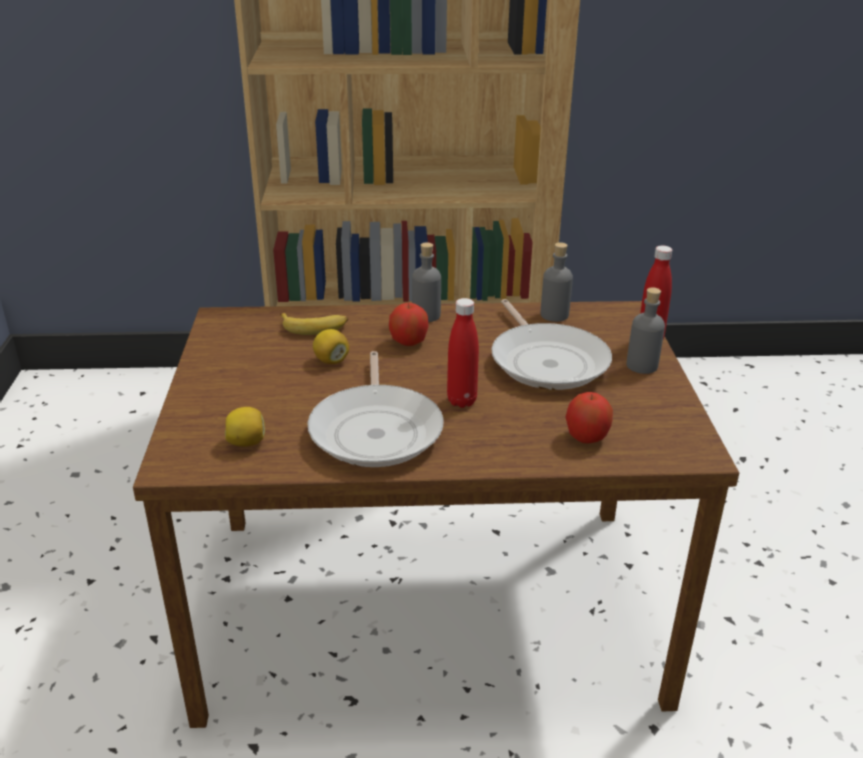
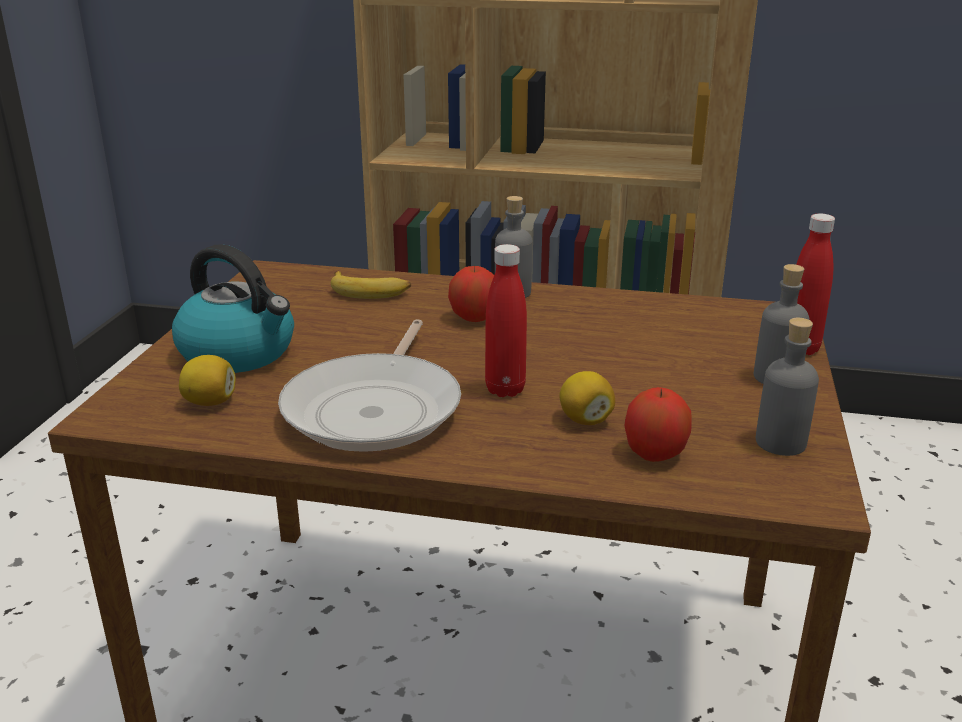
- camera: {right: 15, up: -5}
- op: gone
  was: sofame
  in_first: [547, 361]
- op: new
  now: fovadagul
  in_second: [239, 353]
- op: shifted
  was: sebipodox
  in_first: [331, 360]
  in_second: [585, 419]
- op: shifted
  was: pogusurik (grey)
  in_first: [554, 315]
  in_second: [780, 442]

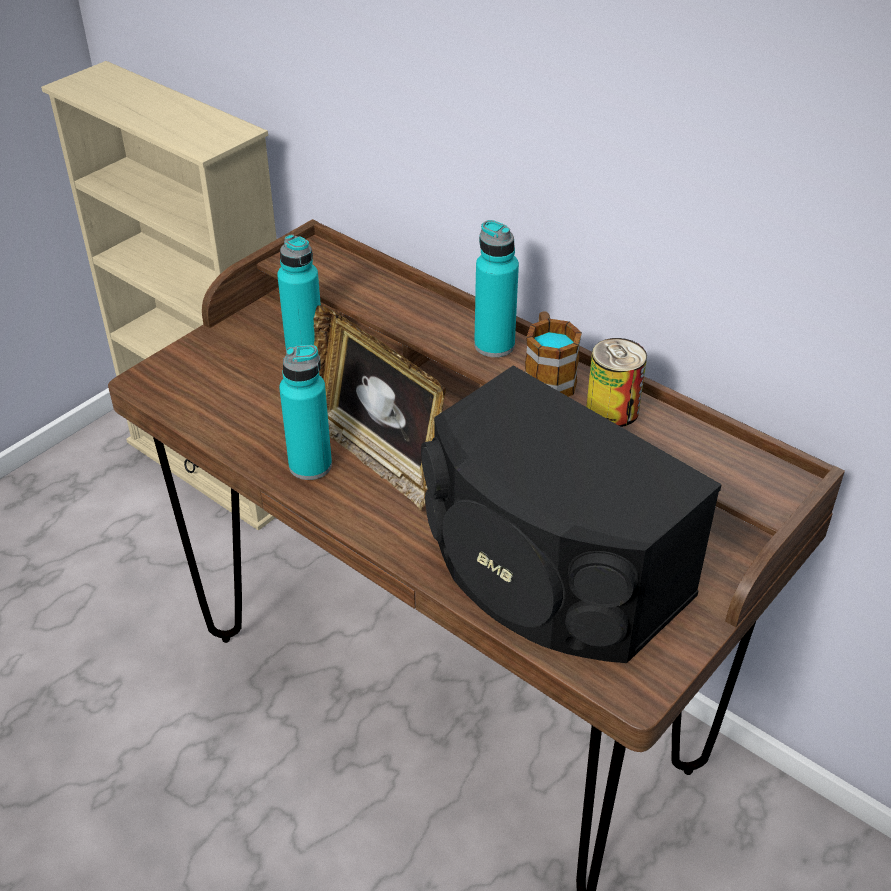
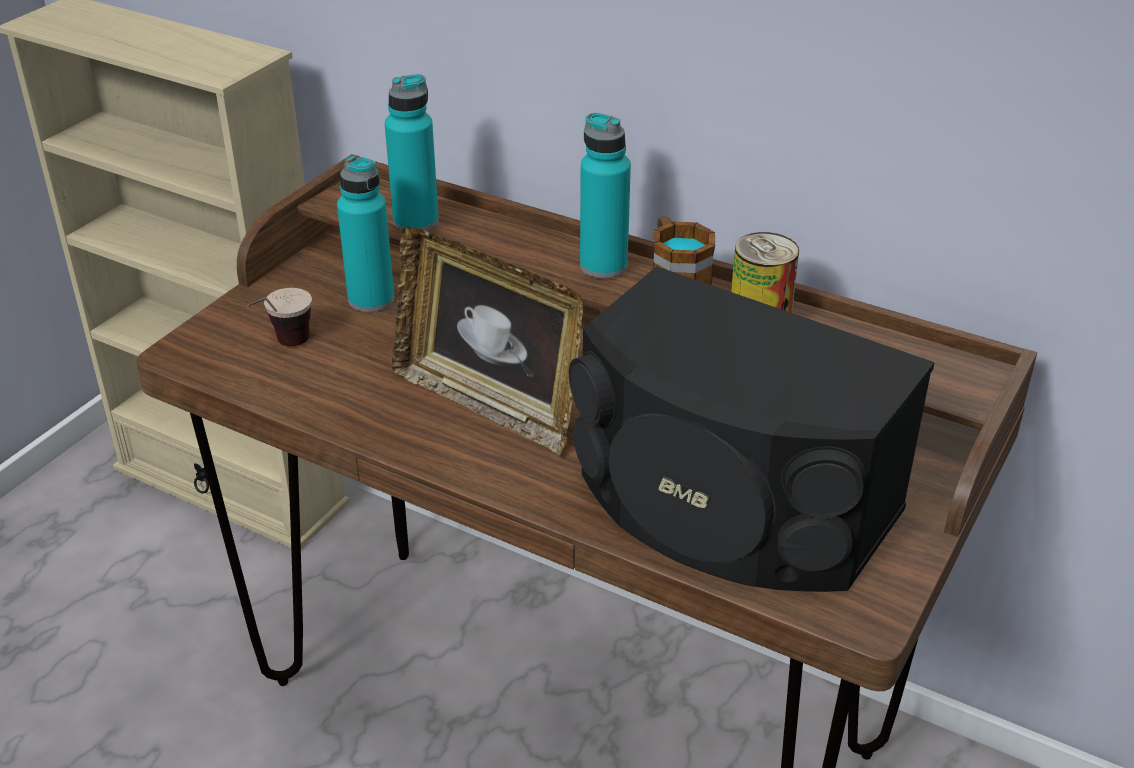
- camera: {right: -10, up: -5}
- op: new
  now: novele
  in_second: [282, 348]
- op: shifted
  was: pogusurik (turquoise)
  in_first: [310, 465]
  in_second: [416, 221]

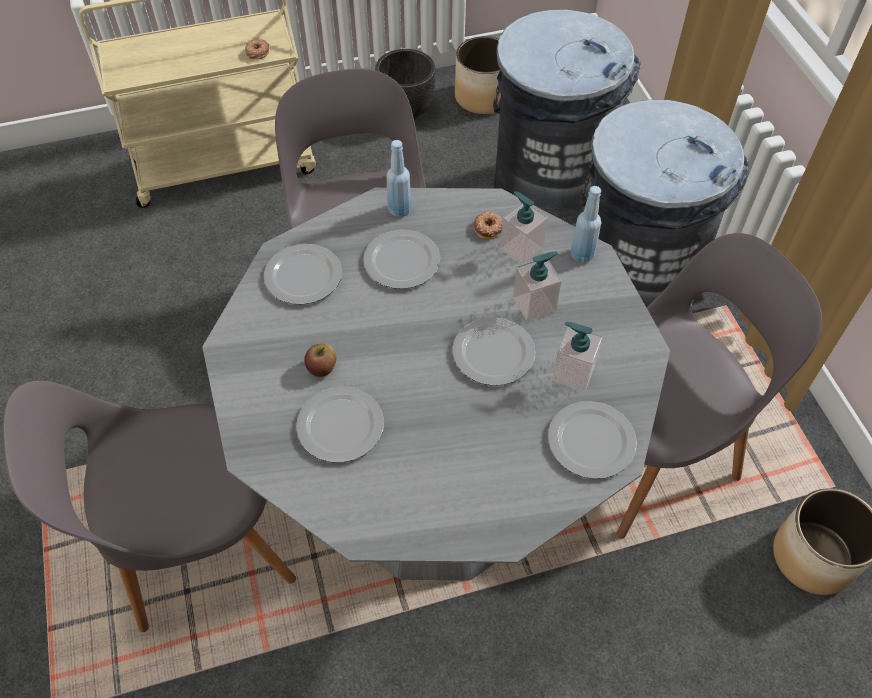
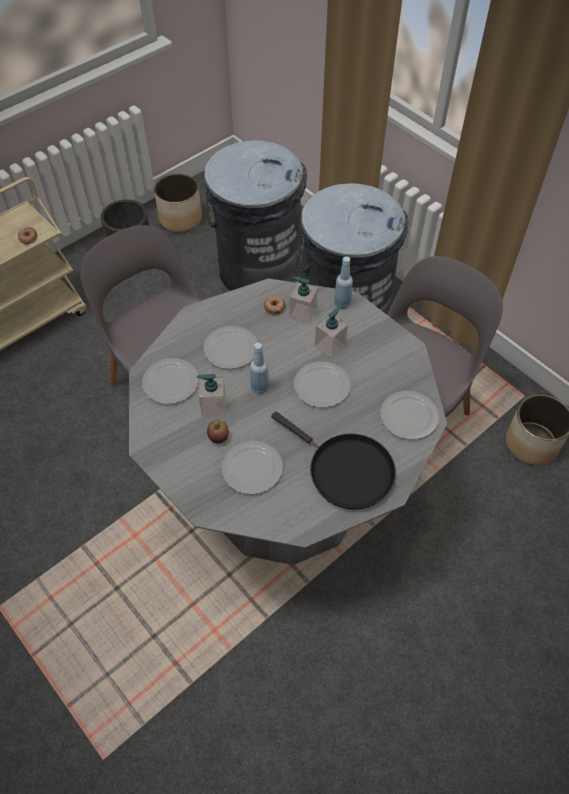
- camera: {right: -25, up: 0}
- op: gone
  was: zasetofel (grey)
  in_first: [195, 542]
- op: new
  now: sofame (black)
  in_second: [346, 471]
- op: shifted
  was: pogusurik (blue)
  in_first: [399, 209]
  in_second: [259, 387]
- op: shifted
  was: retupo
  in_first: [573, 373]
  in_second: [213, 407]

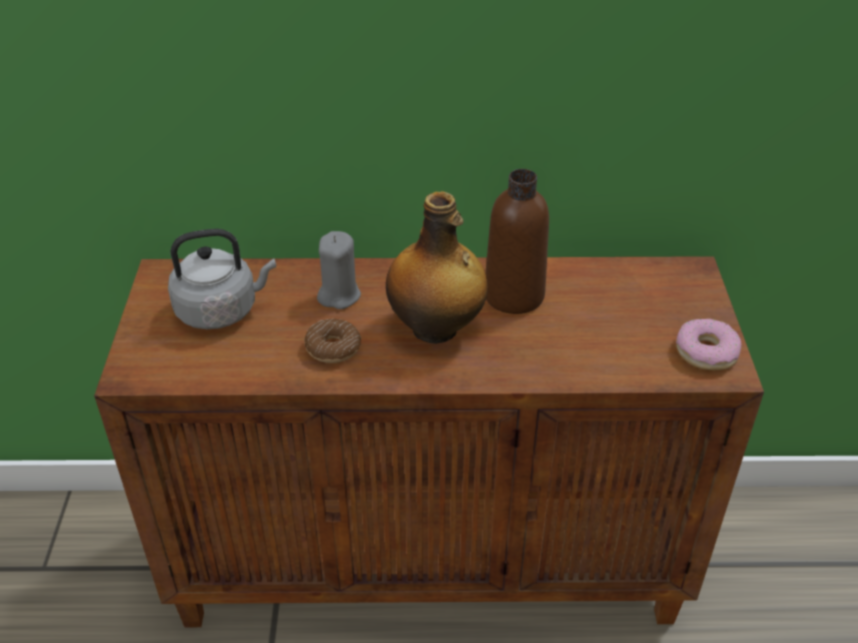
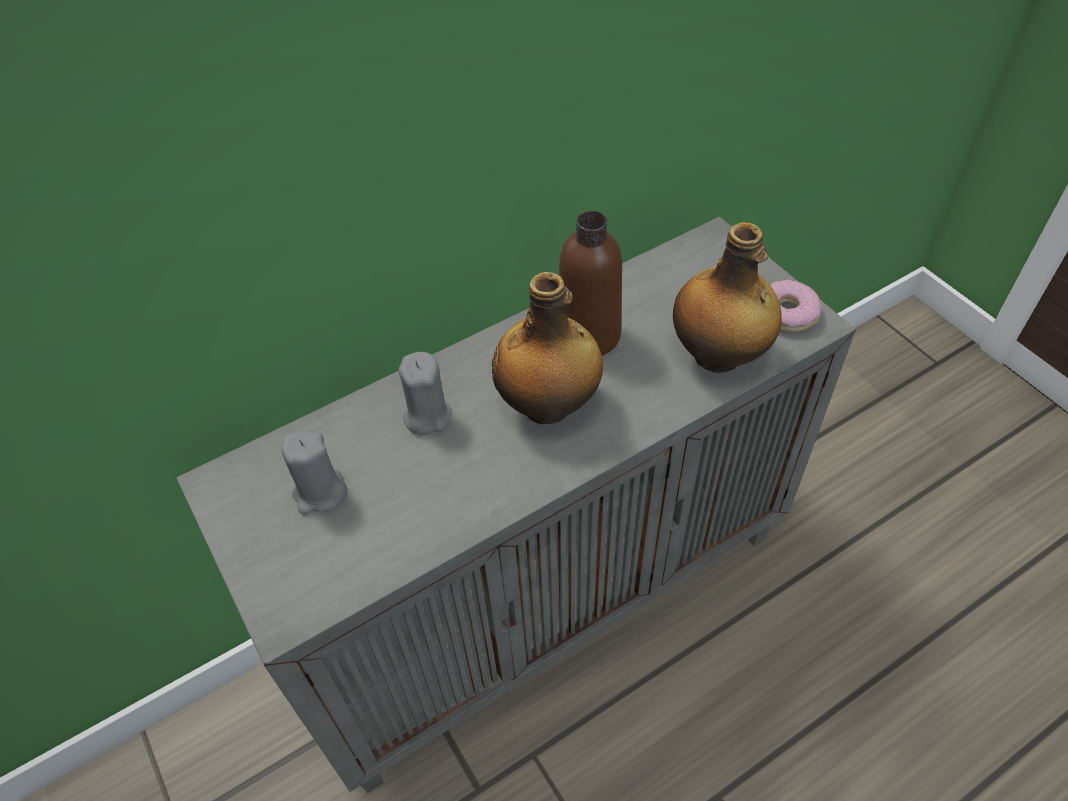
- camera: {right: -30, up: 10}
- op: gone
  was: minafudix
  in_first: [333, 348]
- op: new
  now: pogusurik
  in_second: [718, 356]
- op: swapped
  was: fovadagul (grey)
  now: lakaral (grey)
  in_first: [221, 310]
  in_second: [320, 493]
- op: repainted
  was: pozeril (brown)
  now: pozeril (grey)
  in_first: [432, 560]
  in_second: [544, 595]

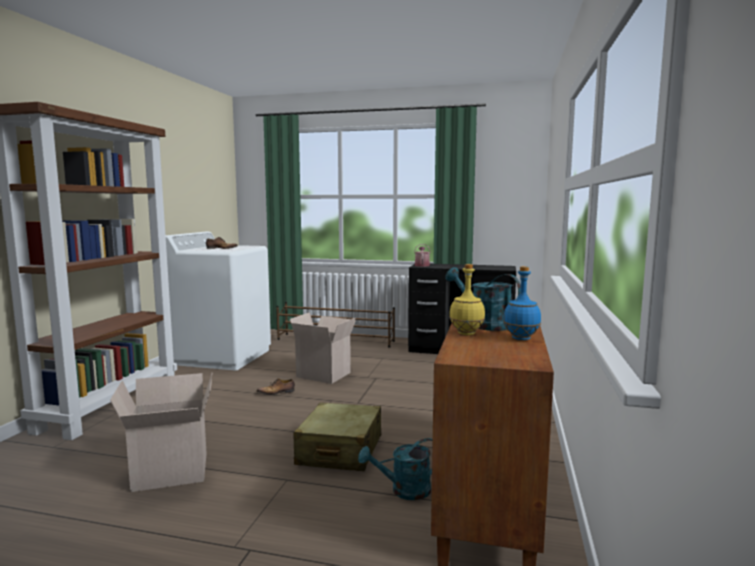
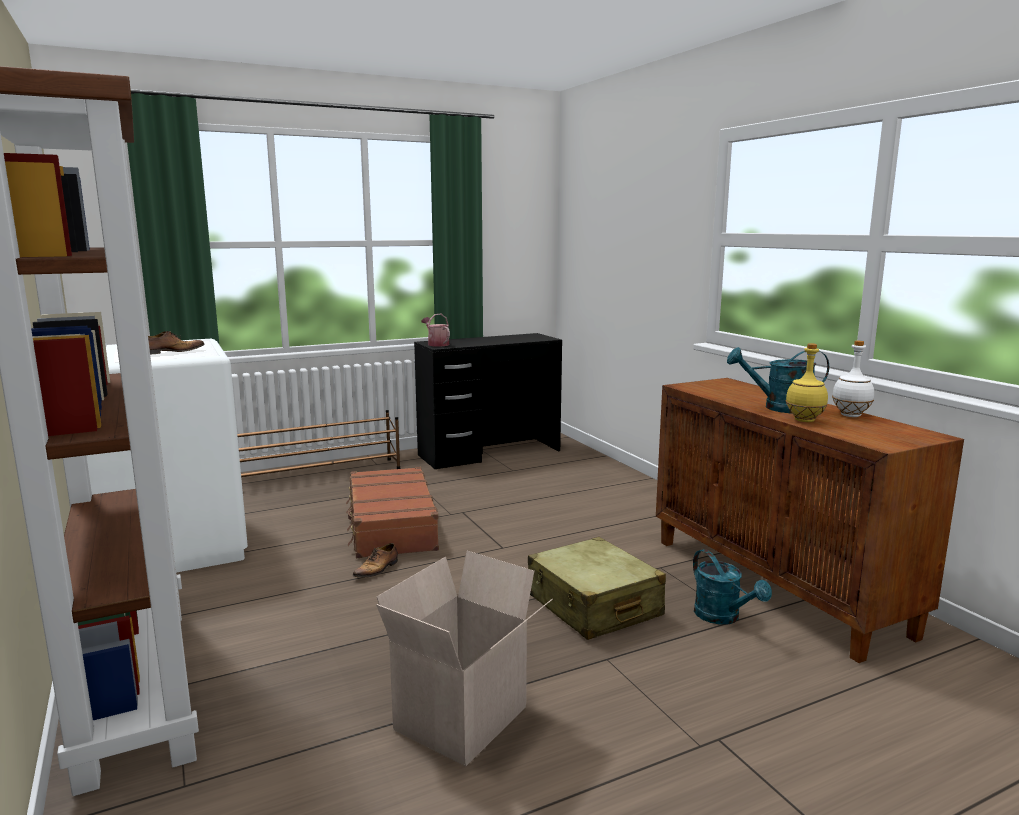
- camera: {right: -40, up: 5}
- op: swapped
  was: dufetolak
  now: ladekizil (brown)
  in_first: [325, 374]
  in_second: [391, 526]
- op: repainted
  was: pogusurik (blue)
  now: pogusurik (white)
  in_first: [521, 338]
  in_second: [850, 415]
- op: rotated
  was: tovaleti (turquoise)
  in_first: [404, 491]
  in_second: [723, 617]
  clockwise: -60

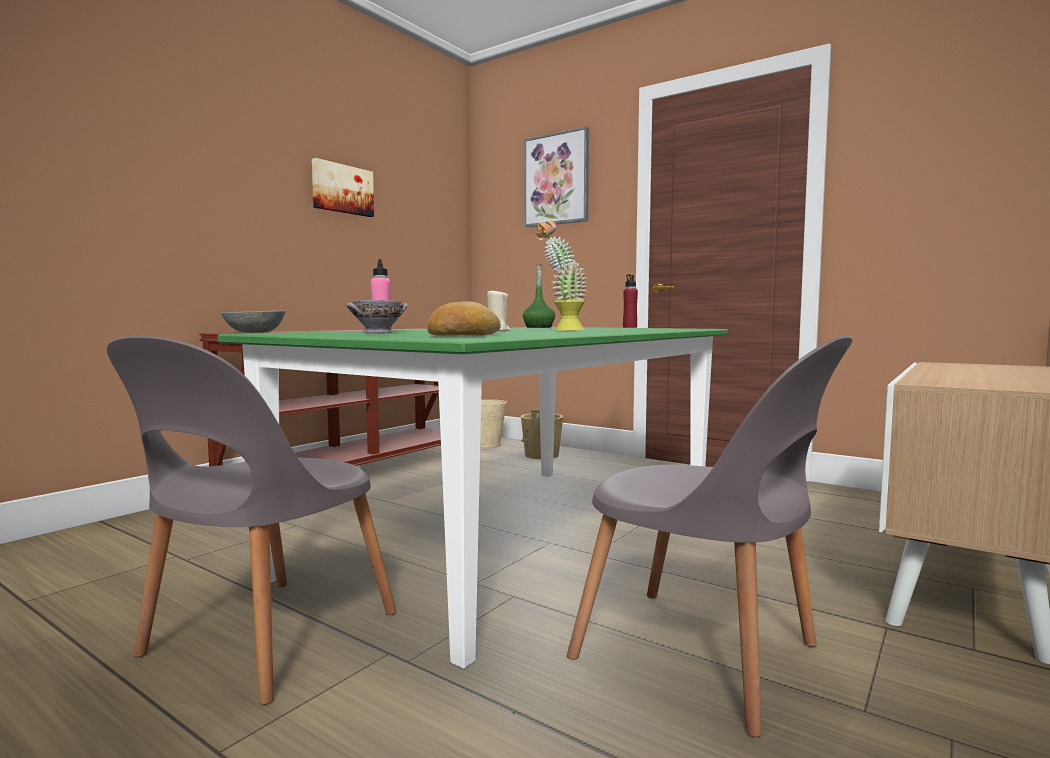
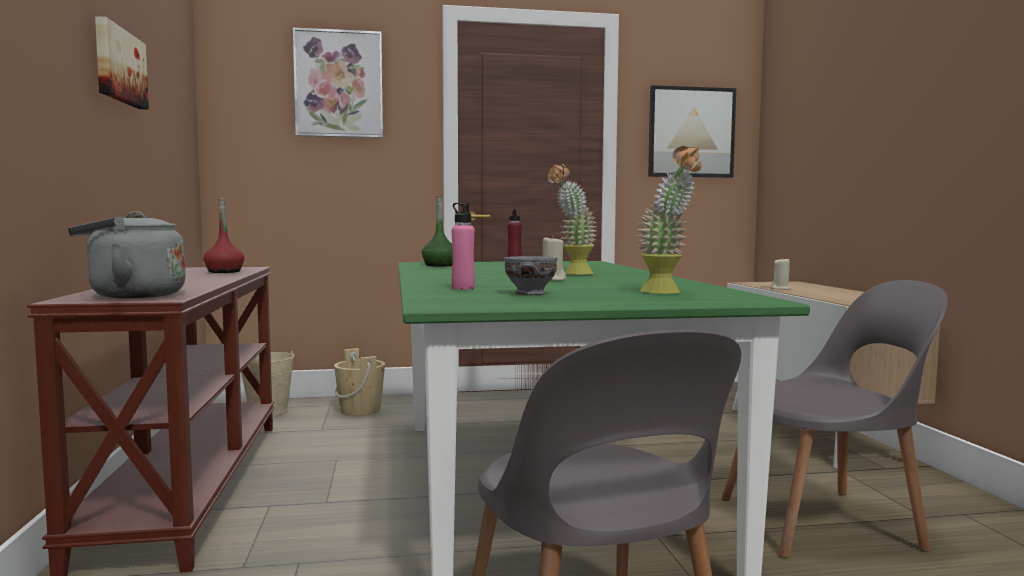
- camera: {right: -45, up: 0}
- op: new
  now: pogusurik (red)
  in_second: [224, 272]
- op: new
  now: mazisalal
  in_second: [691, 132]
- op: new
  now: lakaral (beige)
  in_second: [781, 289]
- op: swapped
  was: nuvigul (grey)
  now: fovadagul (grey)
  in_first: [255, 332]
  in_second: [131, 296]
- op: swapped
  was: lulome
  now: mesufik
  in_first: [463, 335]
  in_second: [668, 292]

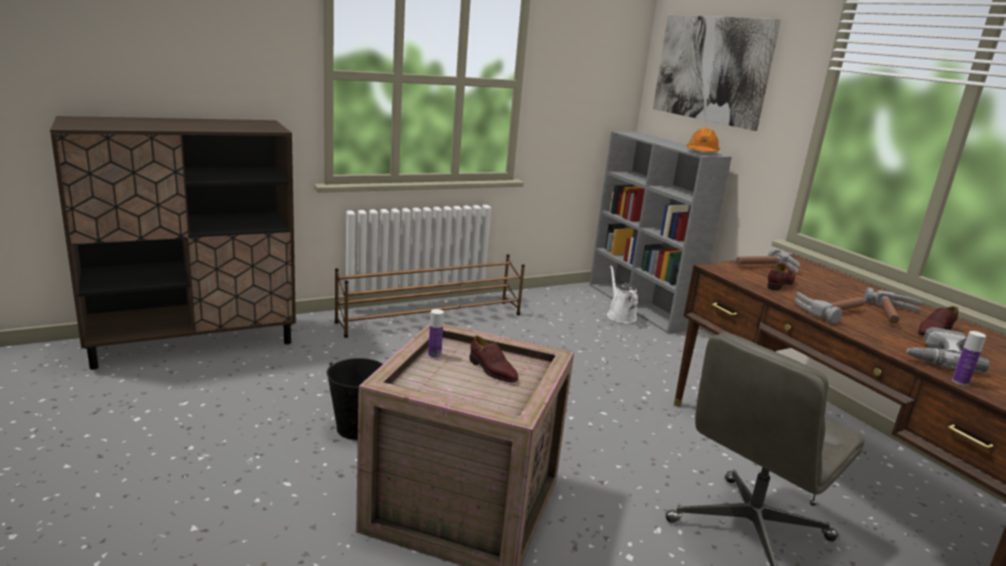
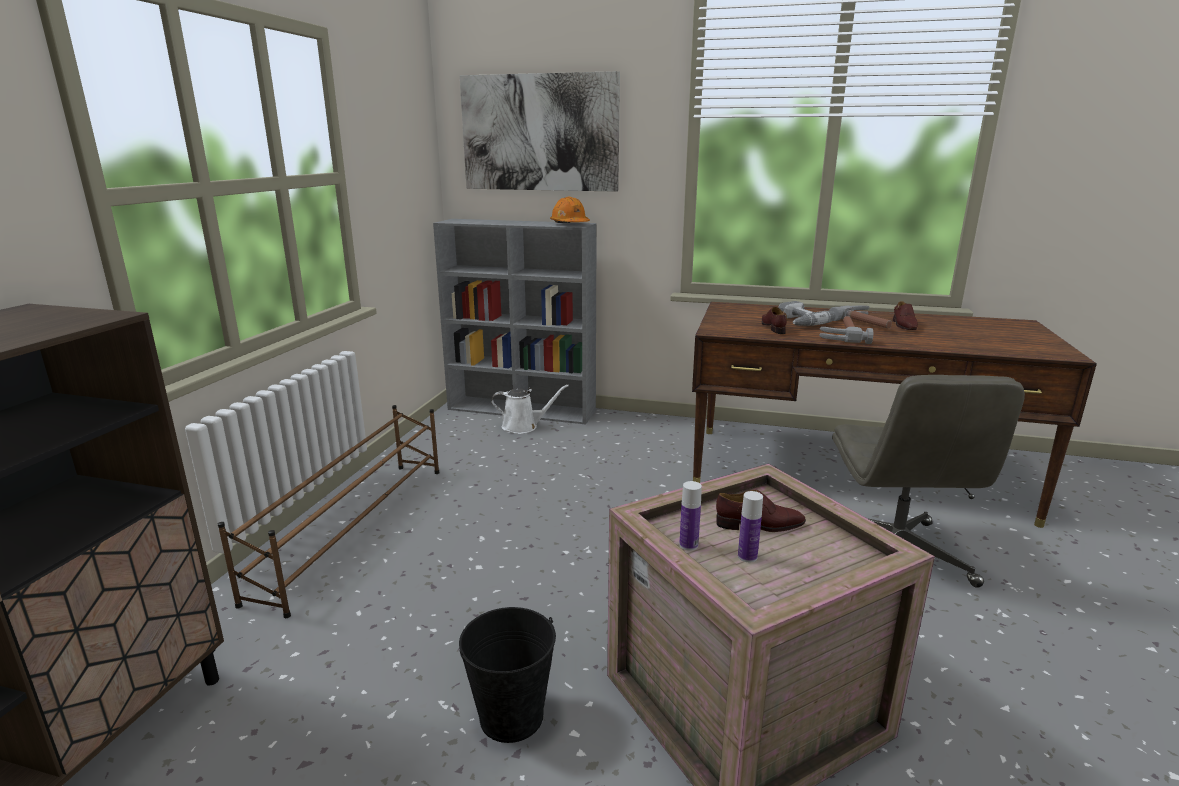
- camera: {right: -45, up: 0}
- op: gone
  was: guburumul
  in_first: [766, 269]
- op: shifted
  was: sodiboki
  in_first: [935, 356]
  in_second: [797, 322]
- op: shifted
  was: pogusurik
  in_first: [960, 382]
  in_second: [747, 556]
- op: rotated
  was: tovaleti (white)
  in_first: [620, 315]
  in_second: [523, 426]
  clockwise: 150

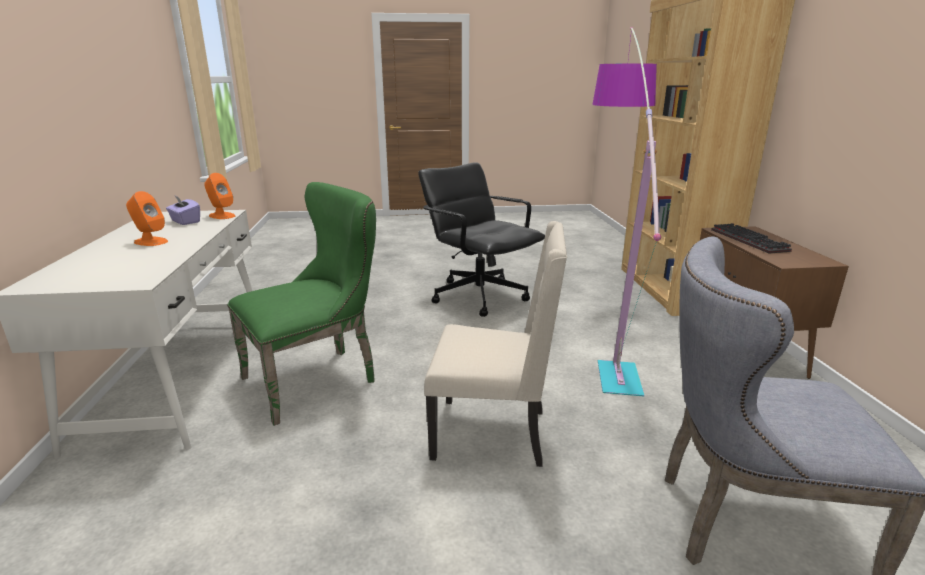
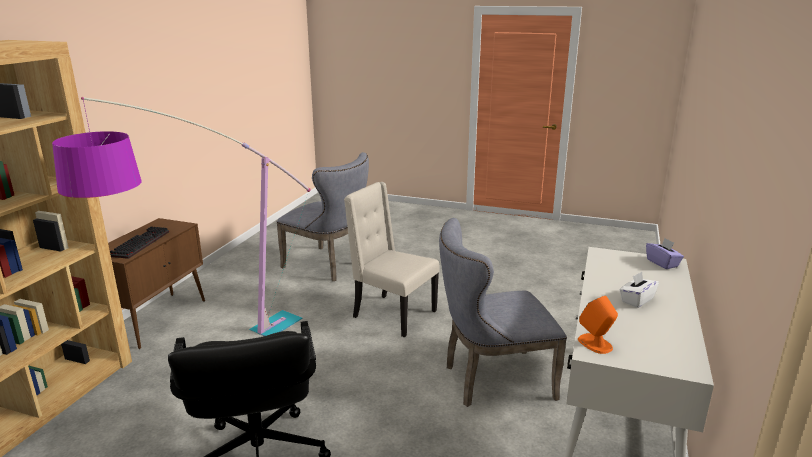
- camera: {right: -155, up: 0}
- op: shifted
  was: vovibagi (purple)
  in_first: [185, 221]
  in_second: [662, 263]
- op: swapped
  was: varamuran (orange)
  now: vovibagi (white)
  in_first: [150, 241]
  in_second: [636, 300]
- op: repainted
  was: zasetofel (green)
  now: zasetofel (grey)
  in_first: [318, 378]
  in_second: [491, 380]

